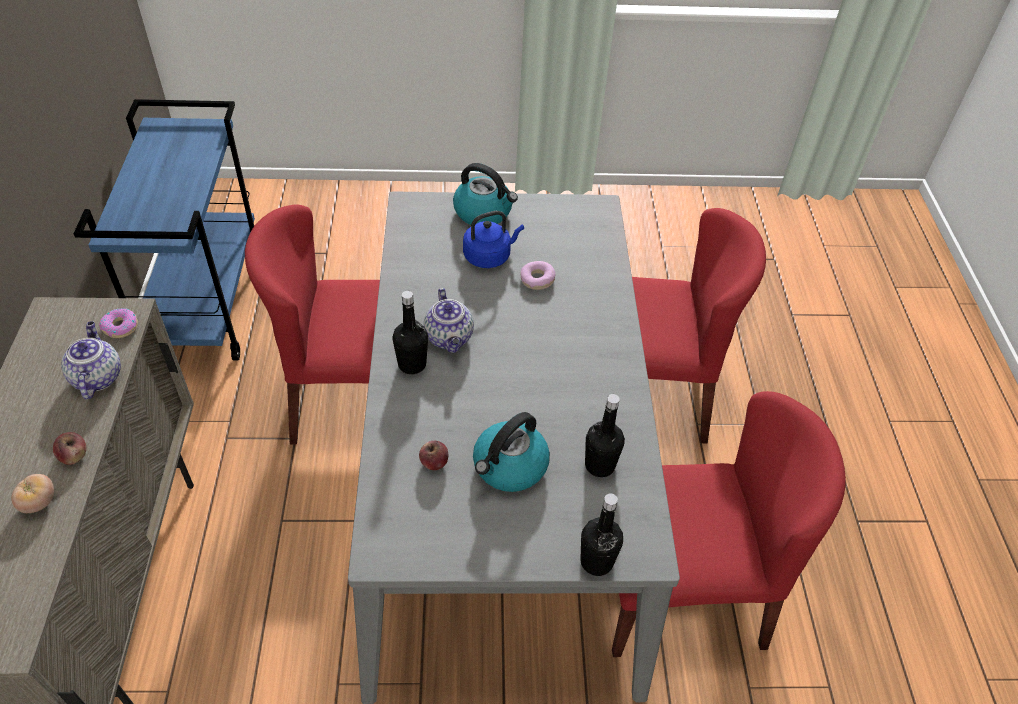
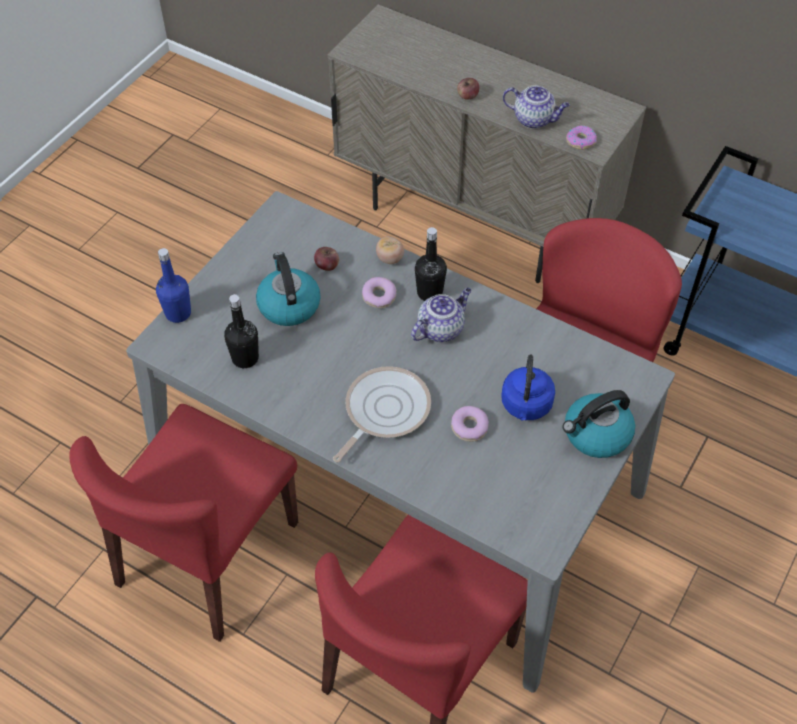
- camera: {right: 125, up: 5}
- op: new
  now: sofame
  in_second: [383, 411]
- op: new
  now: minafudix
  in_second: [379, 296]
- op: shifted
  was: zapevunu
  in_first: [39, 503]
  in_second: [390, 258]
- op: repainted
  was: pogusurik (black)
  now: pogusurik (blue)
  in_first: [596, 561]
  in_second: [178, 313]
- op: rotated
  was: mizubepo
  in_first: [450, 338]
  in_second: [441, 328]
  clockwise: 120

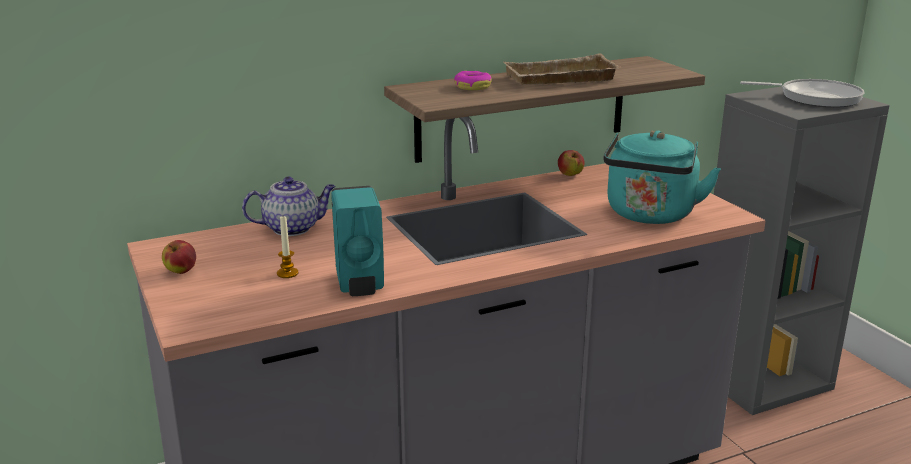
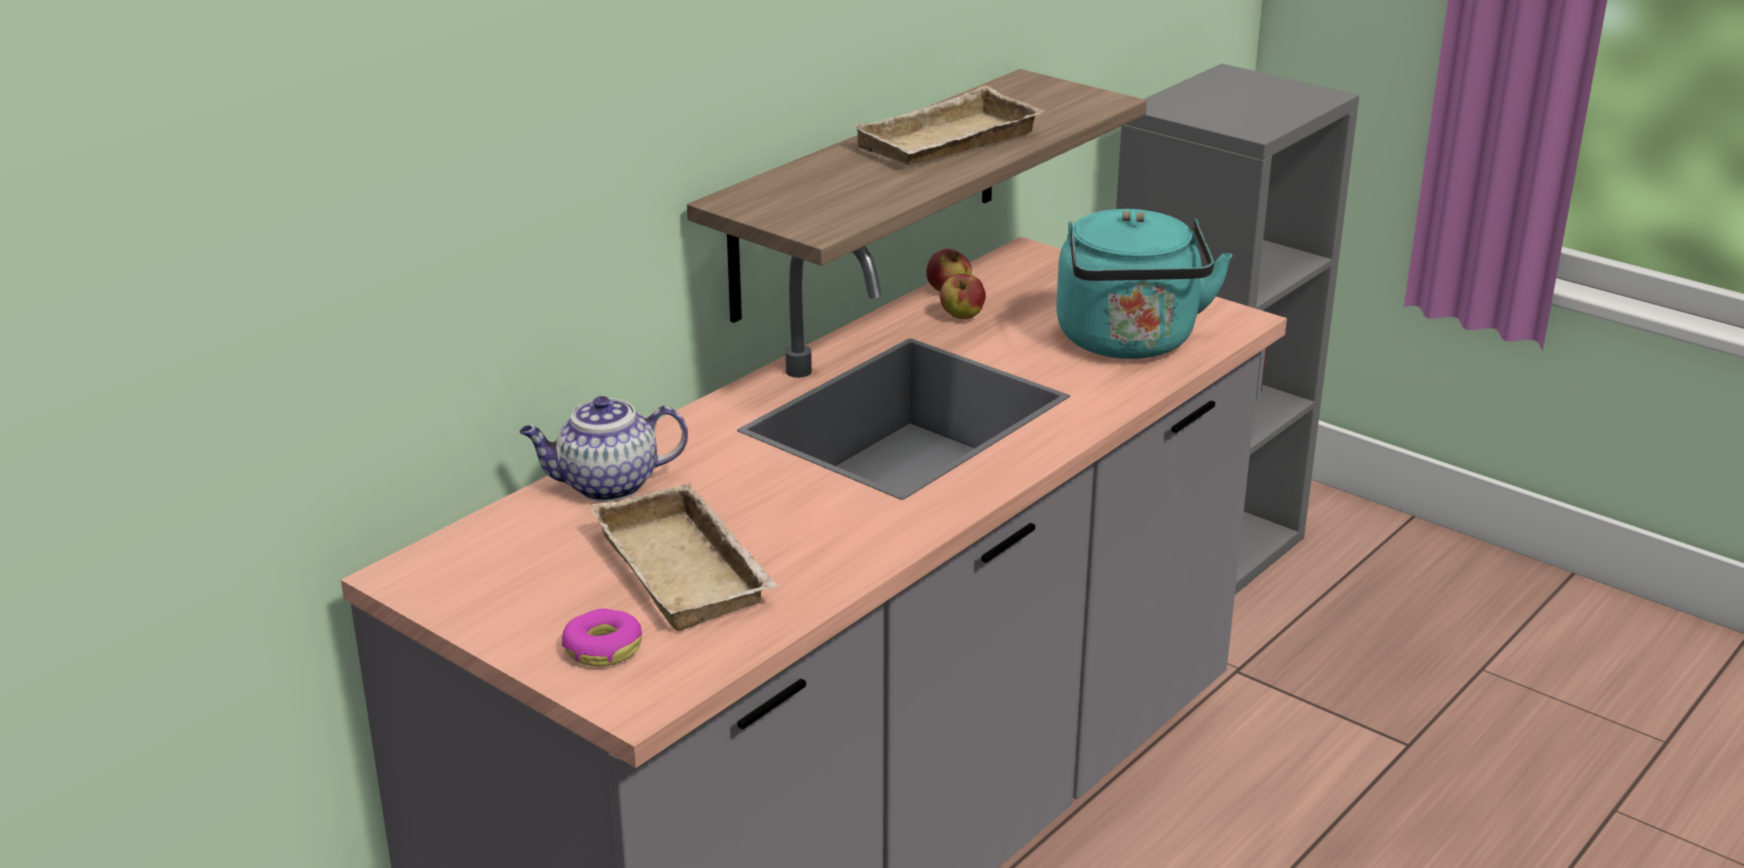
- camera: {right: -25, up: 5}
- op: gone
  was: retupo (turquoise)
  in_first: [359, 284]
- op: gone
  was: sofame
  in_first: [815, 98]
- op: shifted
  was: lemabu
  in_first: [181, 271]
  in_second: [962, 317]
- op: shifted
  was: minafudix
  in_first: [472, 87]
  in_second: [602, 648]
- op: swapped
  was: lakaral
  now: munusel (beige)
  in_first: [287, 273]
  in_second: [689, 570]
- op: rotated
  was: mizubepo
  in_first: [293, 228]
  in_second: [606, 485]
  clockwise: -150

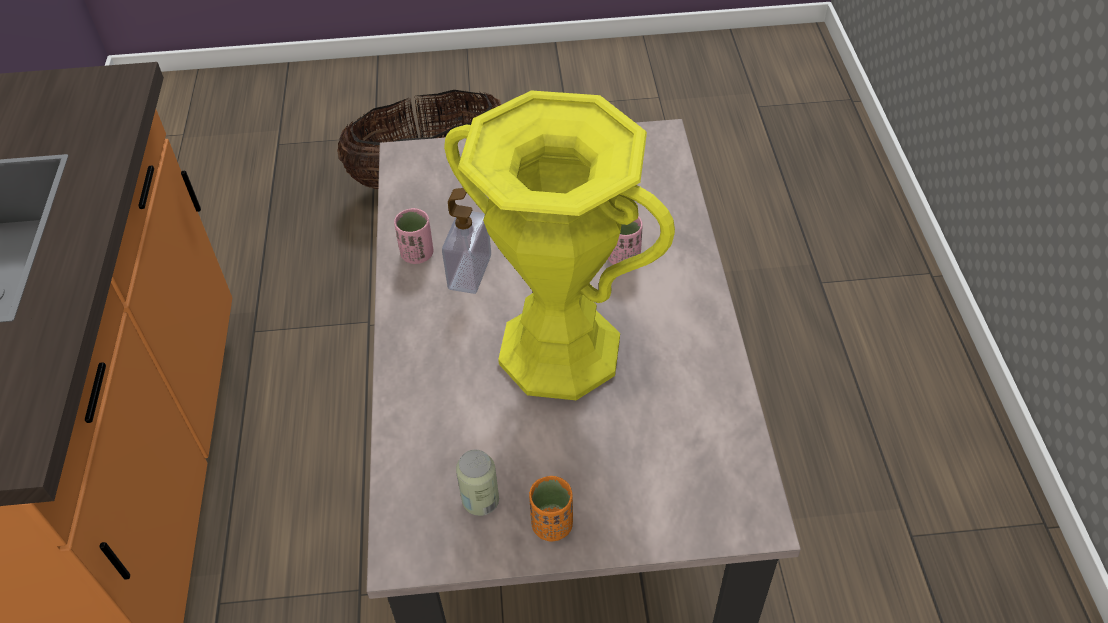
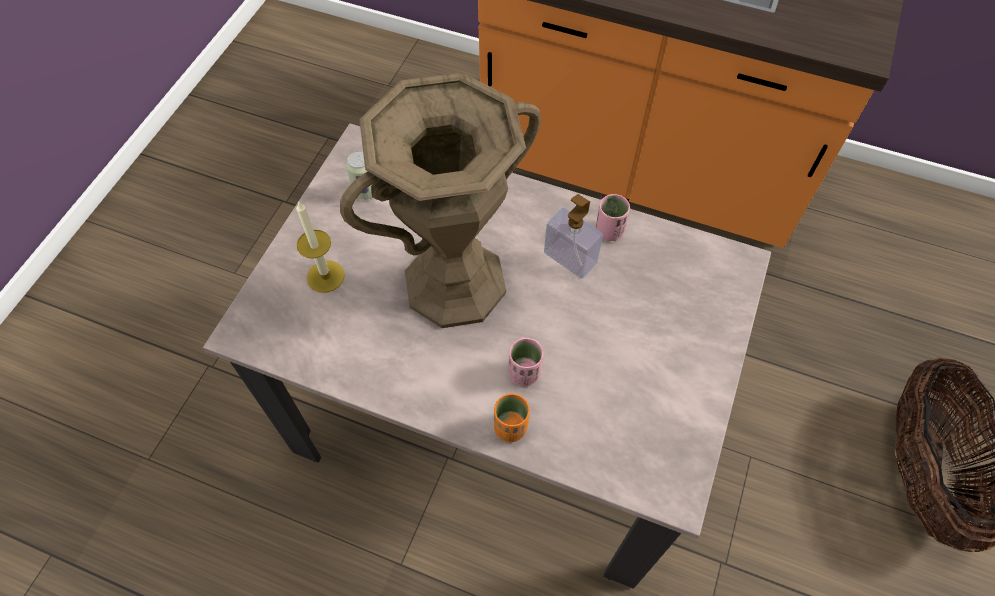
- camera: {right: 115, up: 10}
- op: new
  now: lakaral
  in_second: [325, 276]
- op: shifted
  was: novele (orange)
  in_first: [552, 525]
  in_second: [510, 427]
- op: repainted
  was: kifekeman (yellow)
  now: kifekeman (brown)
  in_first: [559, 351]
  in_second: [455, 283]

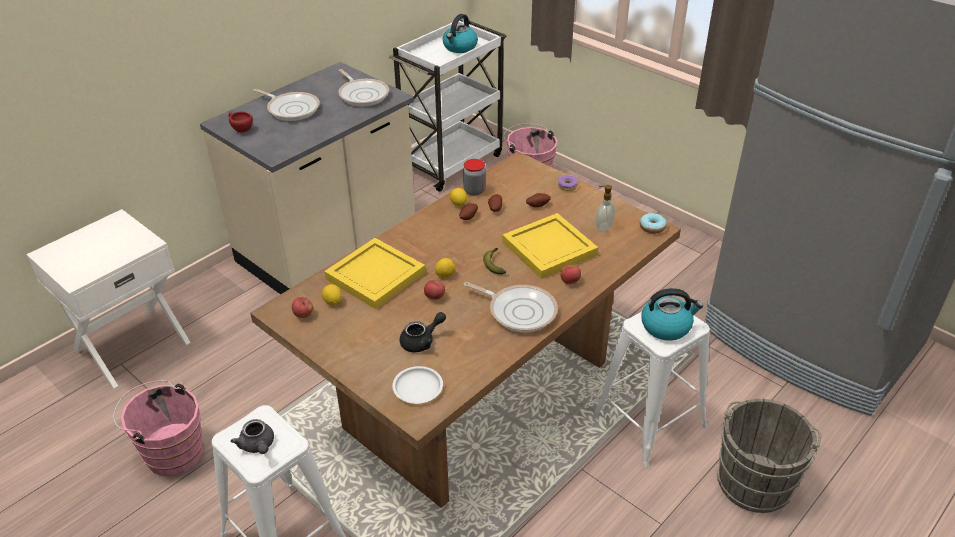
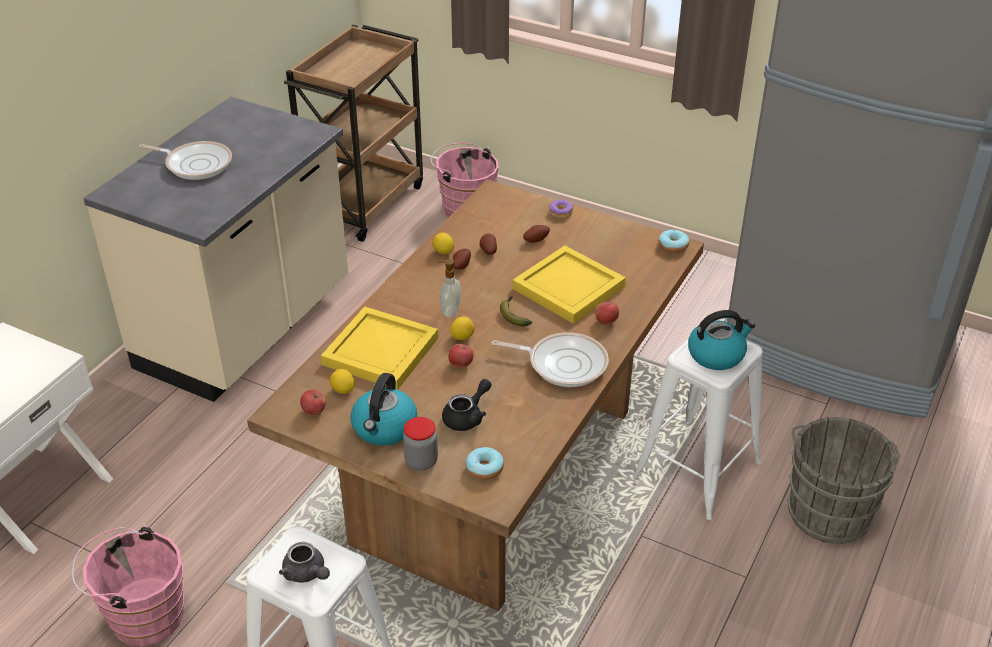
- camera: {right: -15, up: 0}
- op: gone
  was: novele (red)
  in_first: [240, 129]
- op: gone
  was: sofame
  in_first: [363, 94]
- op: shifted
  was: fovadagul
  in_first: [460, 47]
  in_second: [384, 428]
- op: shifted
  was: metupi
  in_first: [474, 190]
  in_second: [421, 461]
- op: shifted
  was: retupo
  in_first: [603, 227]
  in_second: [449, 311]
- op: swapped
  was: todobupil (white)
  now: minafudix
  in_first: [418, 387]
  in_second: [484, 469]
- op: repainted
  was: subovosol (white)
  now: subovosol (brown)
  in_first: [452, 161]
  in_second: [365, 202]

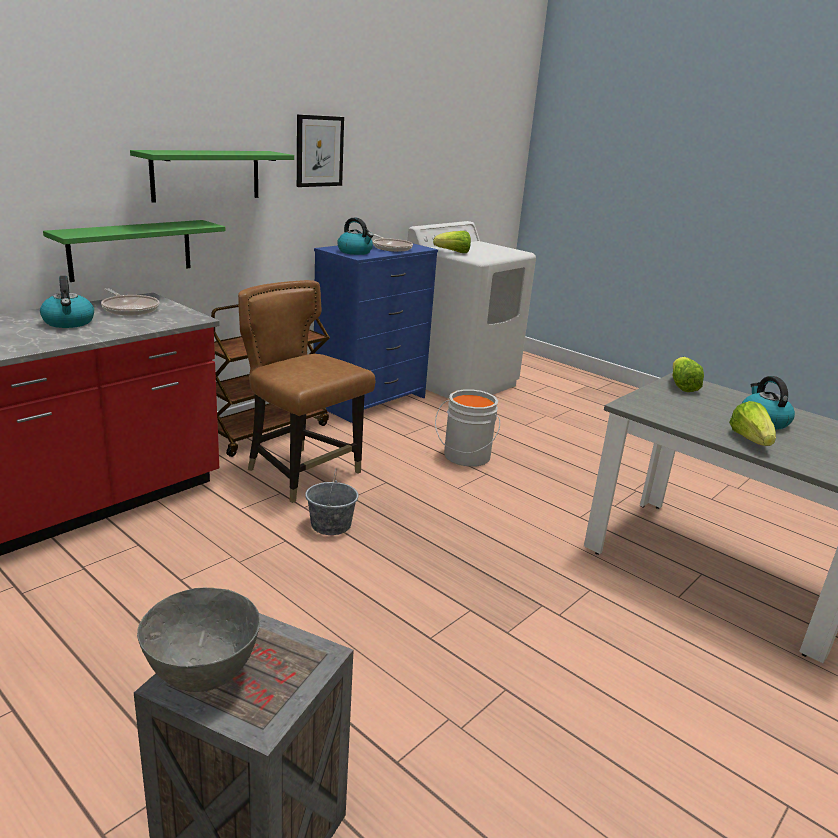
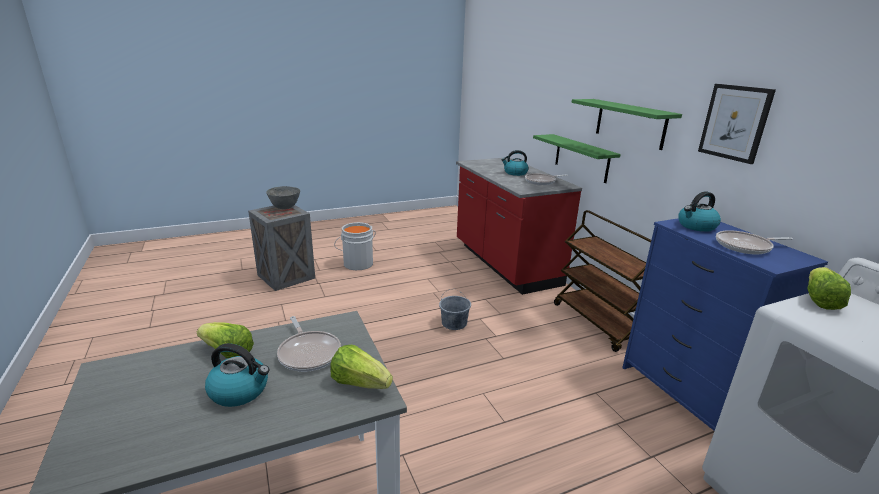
- camera: {right: 115, up: 0}
- op: gone
  was: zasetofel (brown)
  in_first: [302, 473]
- op: new
  now: sofame
  in_second: [309, 353]
- op: shifted
  was: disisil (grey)
  in_first: [465, 457]
  in_second: [357, 263]

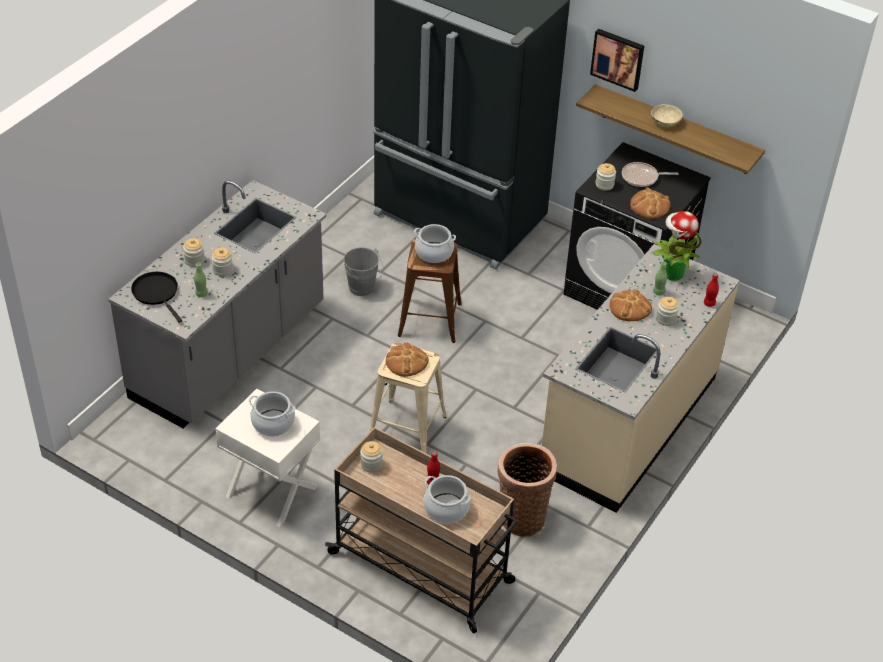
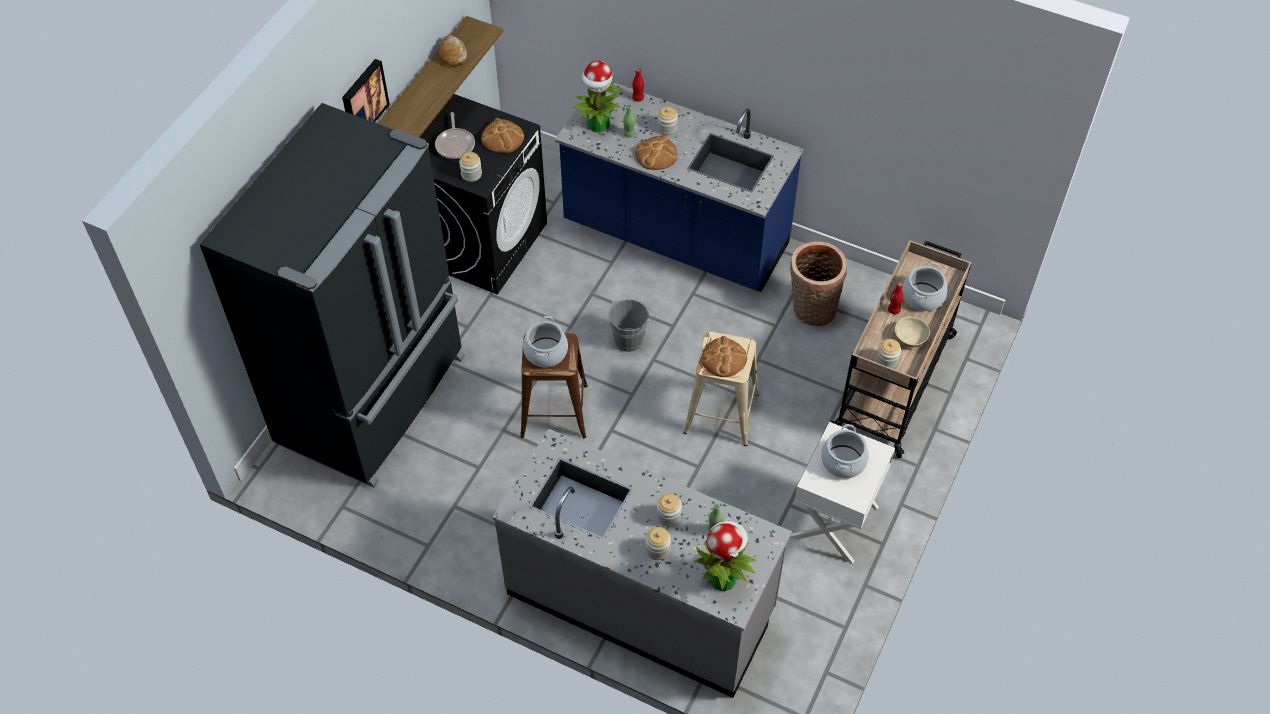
- camera: {right: -95, up: 10}
- op: new
  now: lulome
  in_second: [452, 54]
- op: shifted
  was: disisil (grey)
  in_first: [363, 289]
  in_second: [631, 338]
- op: shifted
  was: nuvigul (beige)
  in_first: [665, 122]
  in_second: [909, 338]
- op: swapped
  was: sofame (black)
  now: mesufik
  in_first: [157, 293]
  in_second: [723, 577]
- op: repainted
  was: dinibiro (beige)
  now: dinibiro (blue)
  in_first: [627, 423]
  in_second: [675, 236]

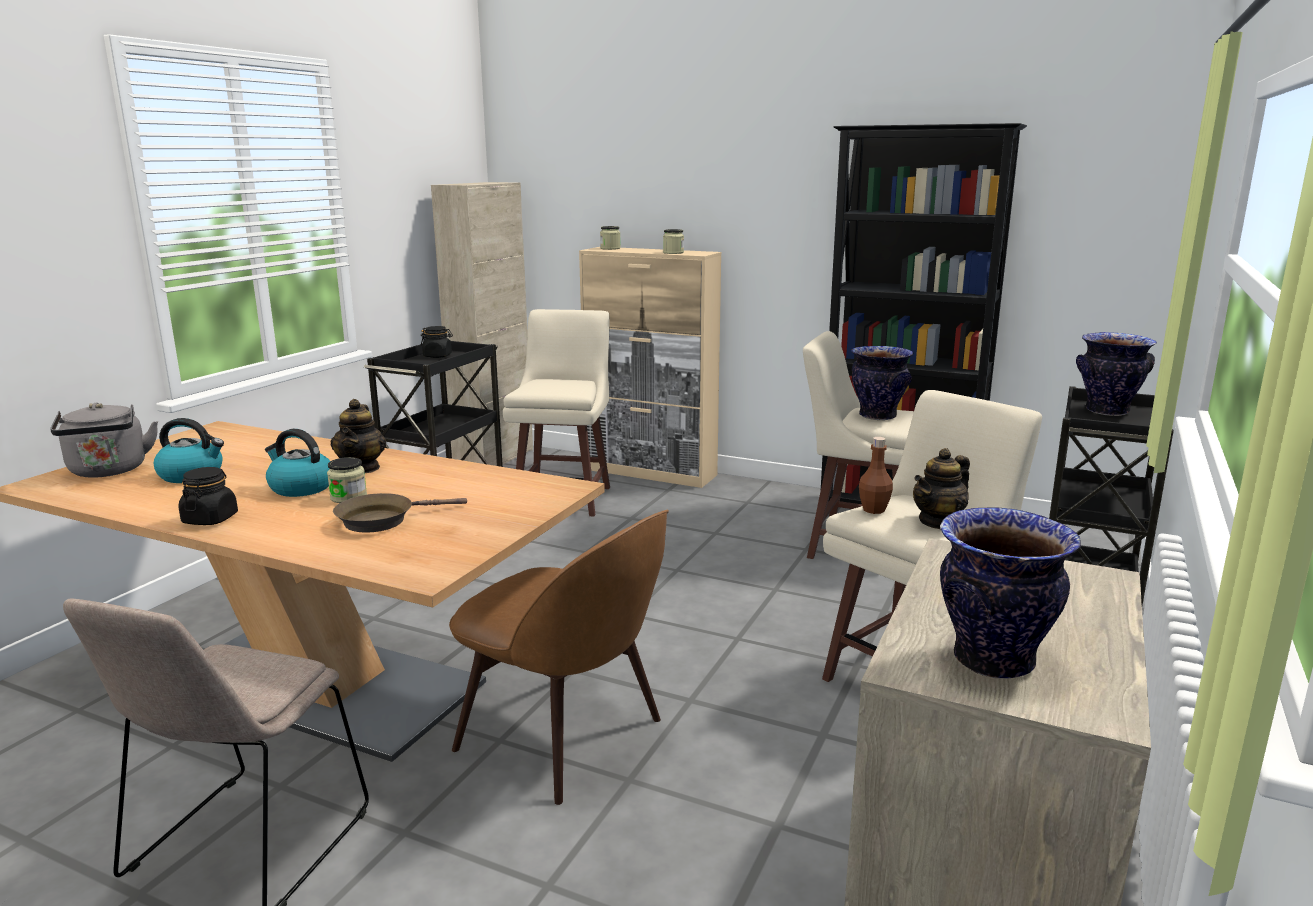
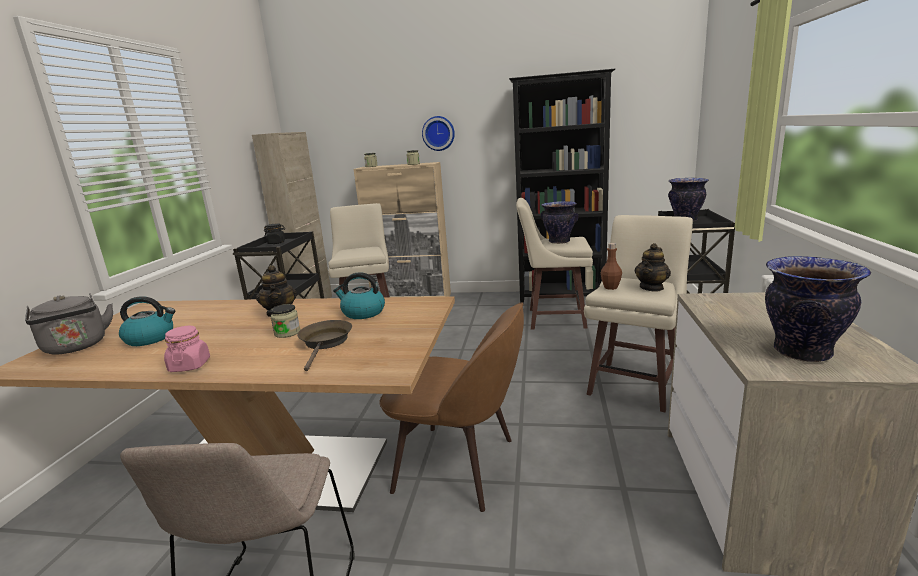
- camera: {right: -15, up: 0}
- op: new
  now: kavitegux
  in_second: [438, 133]
- op: shifted
  was: fovadagul
  in_first: [300, 488]
  in_second: [362, 313]
- op: repainted
  was: metupi (black)
  now: metupi (pink)
  in_first: [210, 519]
  in_second: [190, 365]
- op: rotated
  was: sofame (brown)
  in_first: [382, 520]
  in_second: [326, 343]
  clockwise: 135

